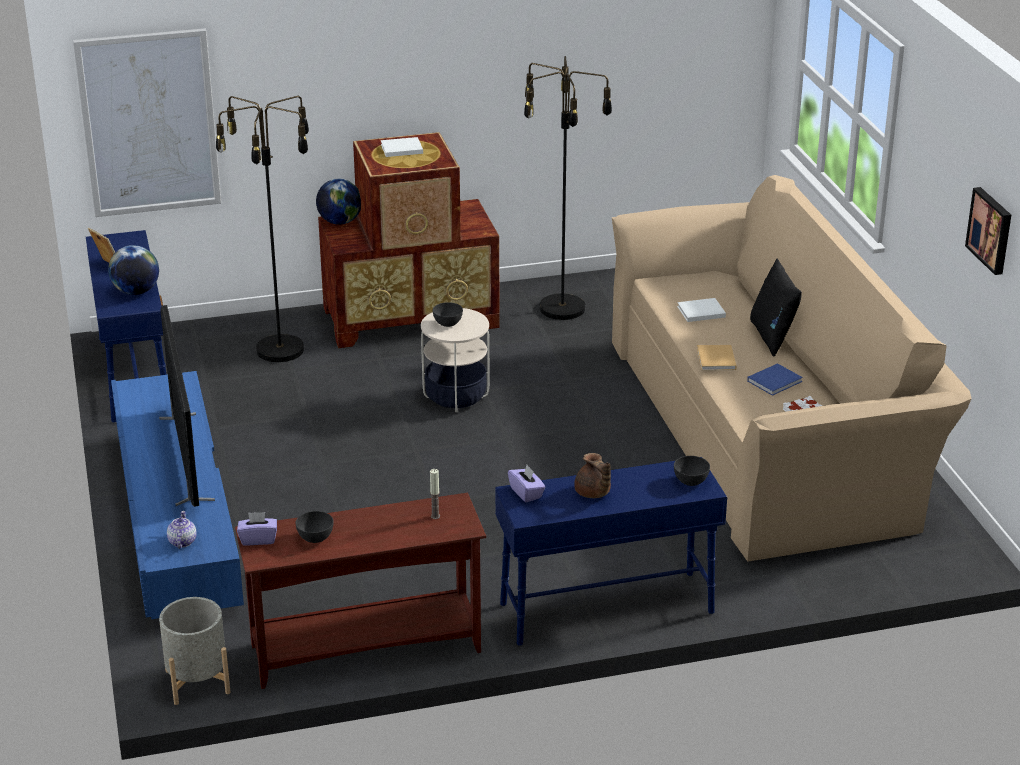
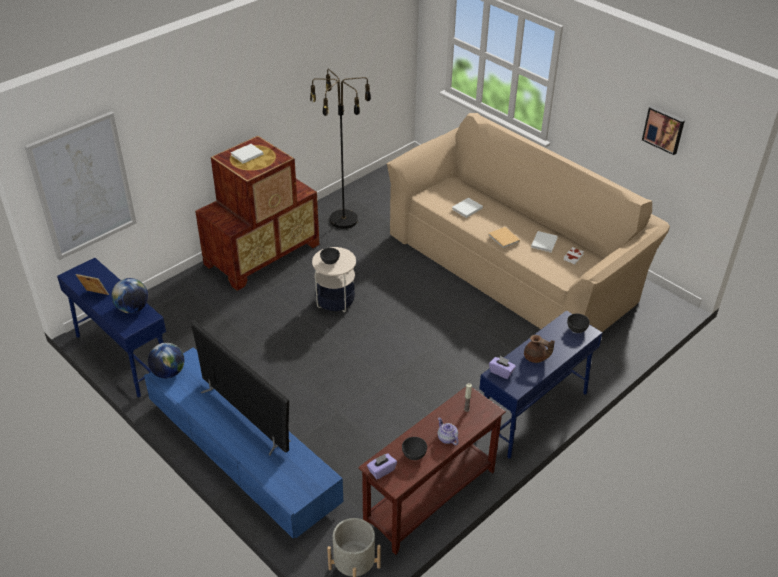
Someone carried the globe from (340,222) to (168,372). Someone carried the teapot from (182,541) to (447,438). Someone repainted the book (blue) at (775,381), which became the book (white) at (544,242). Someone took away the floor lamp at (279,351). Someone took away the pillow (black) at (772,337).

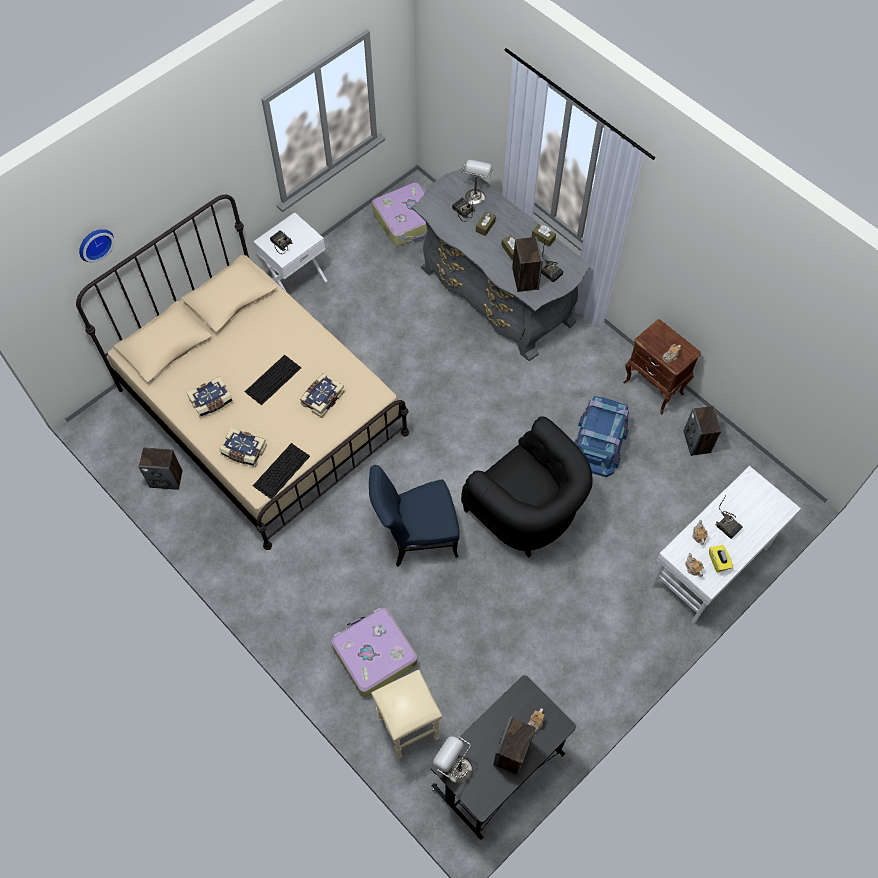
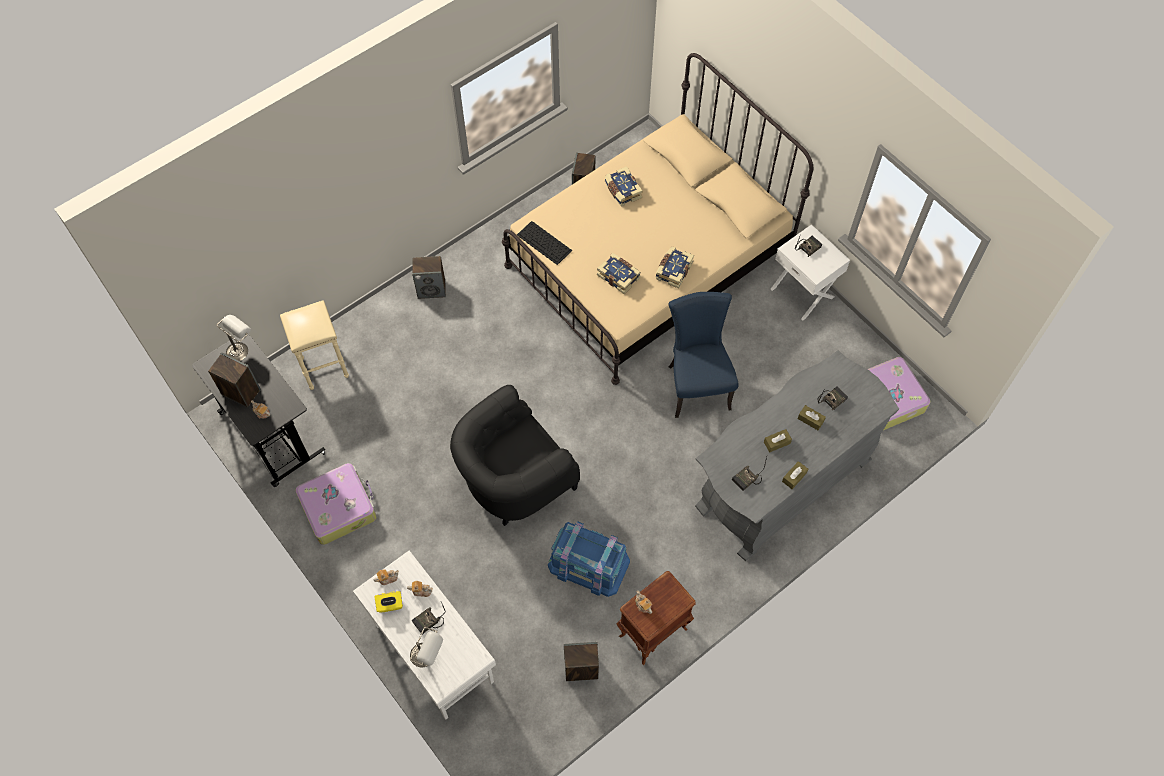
Someone carried the suitcase from (374,655) to (339,507). Someone carried the table lamp (white) from (475,193) to (427,656). Someone carried the speaker from (525,278) to (432,289). Someone carried the book from (244,451) to (673,270). Someone carried the chair (blue) from (416,538) to (696,383). Someone took away the wall clock at (94,243). Someone took away the keyboard at (273,379).

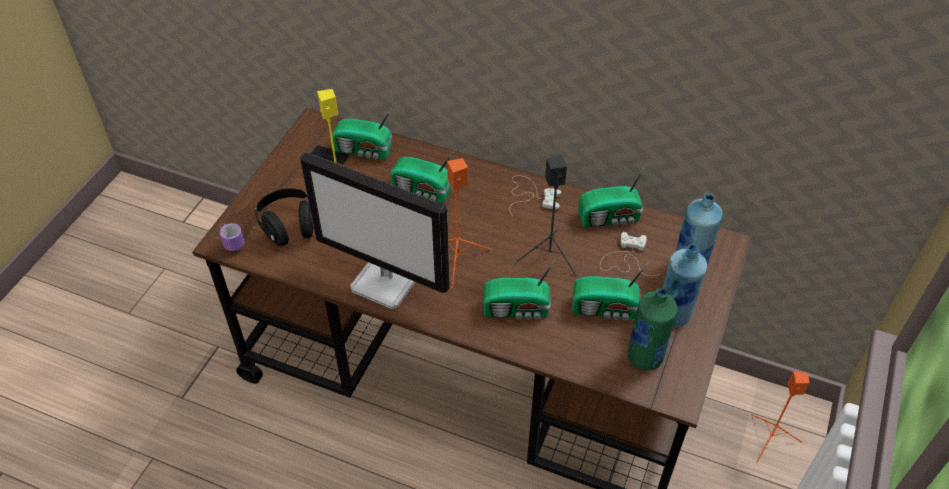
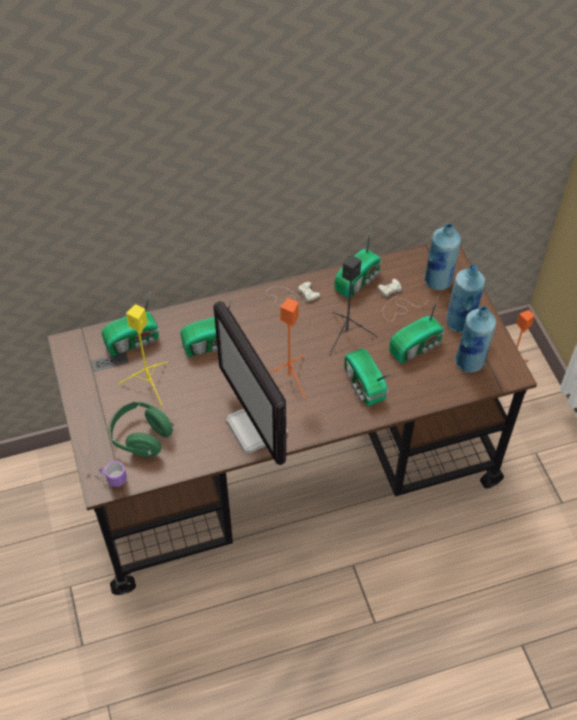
Someone repainted the headphones (black) at (289,226), which became the headphones (green) at (141,437). Someone rotated the monitor at (387,282) by 75 degrees clockwise. Someone rotated the radio at (518,309) by 105 degrees clockwise. Someone repainted the bottle (green) at (645,357), which became the bottle (blue) at (470,362).

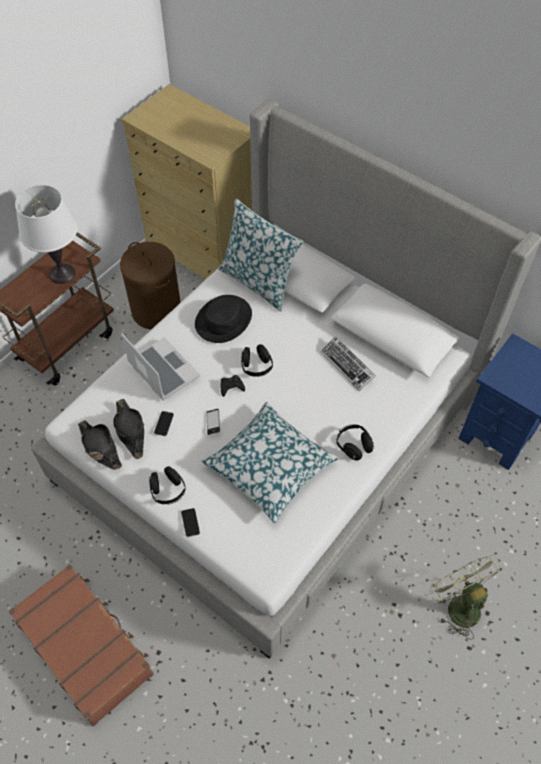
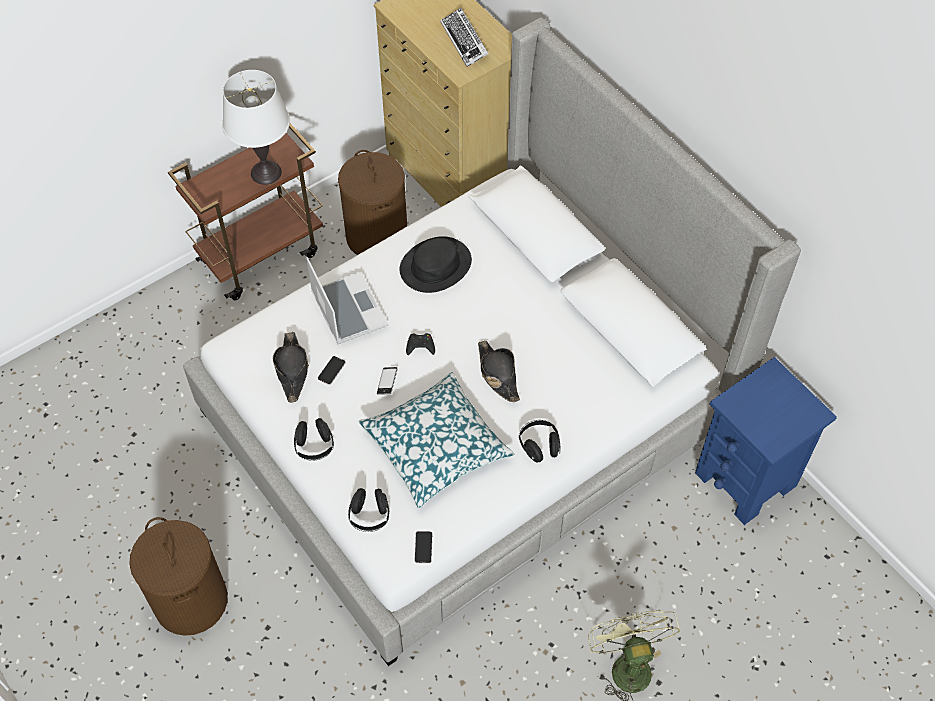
Someone swapped the suitcase (brown) at (85,646) for the laundry basket (brown) at (190,600). Someone carried the headphones (black) from (256,367) to (369,516). Someone carried the phone from (190,522) to (423,547). Someone carried the keyboard from (347,365) to (464,41). Someone carried the hat (black) from (100,447) to (497,374). Someone took away the pillow at (259,281).

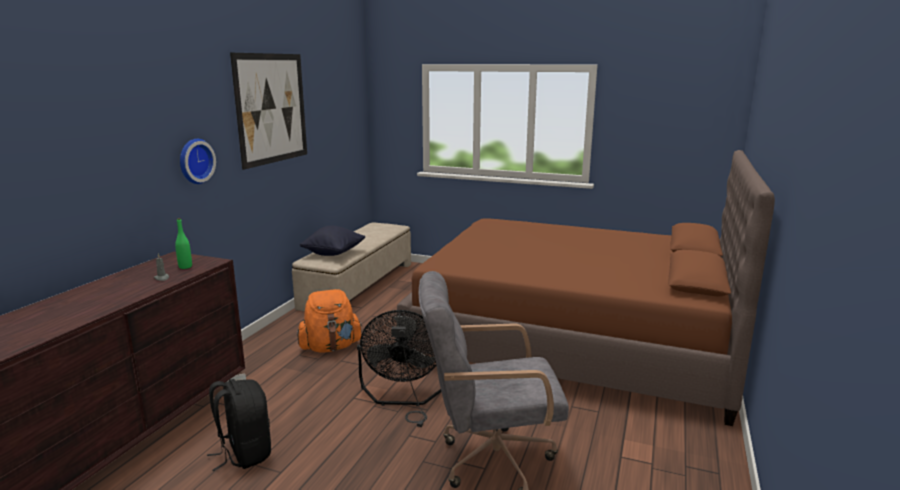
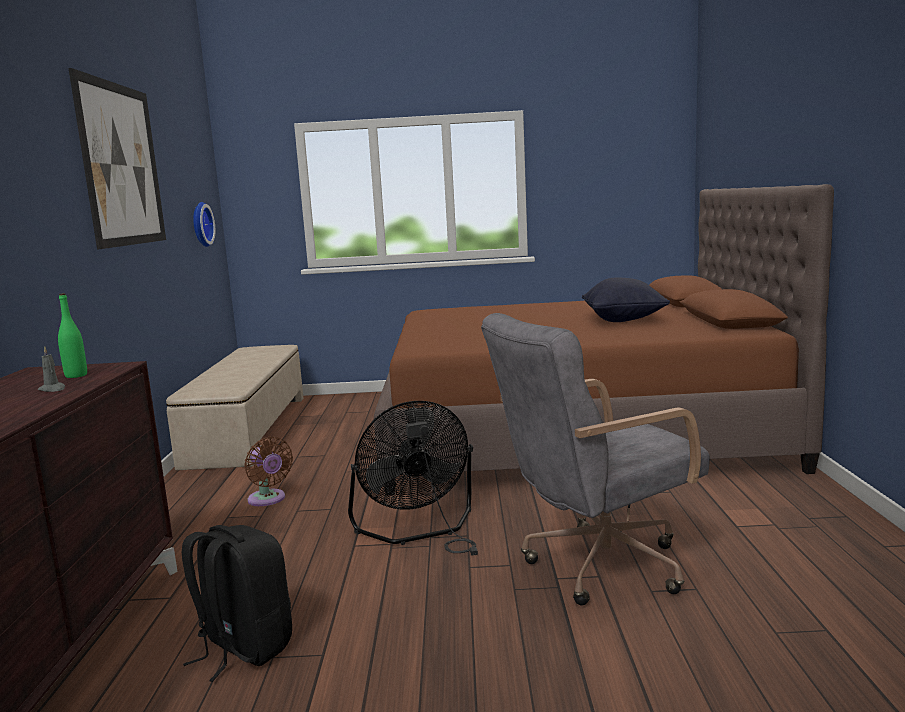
Someone carried the wall clock from (194,161) to (200,224). Someone swapped the backpack (orange) at (330,347) for the fan (brown) at (268,500). Someone carried the pillow (black) from (334,254) to (623,320).

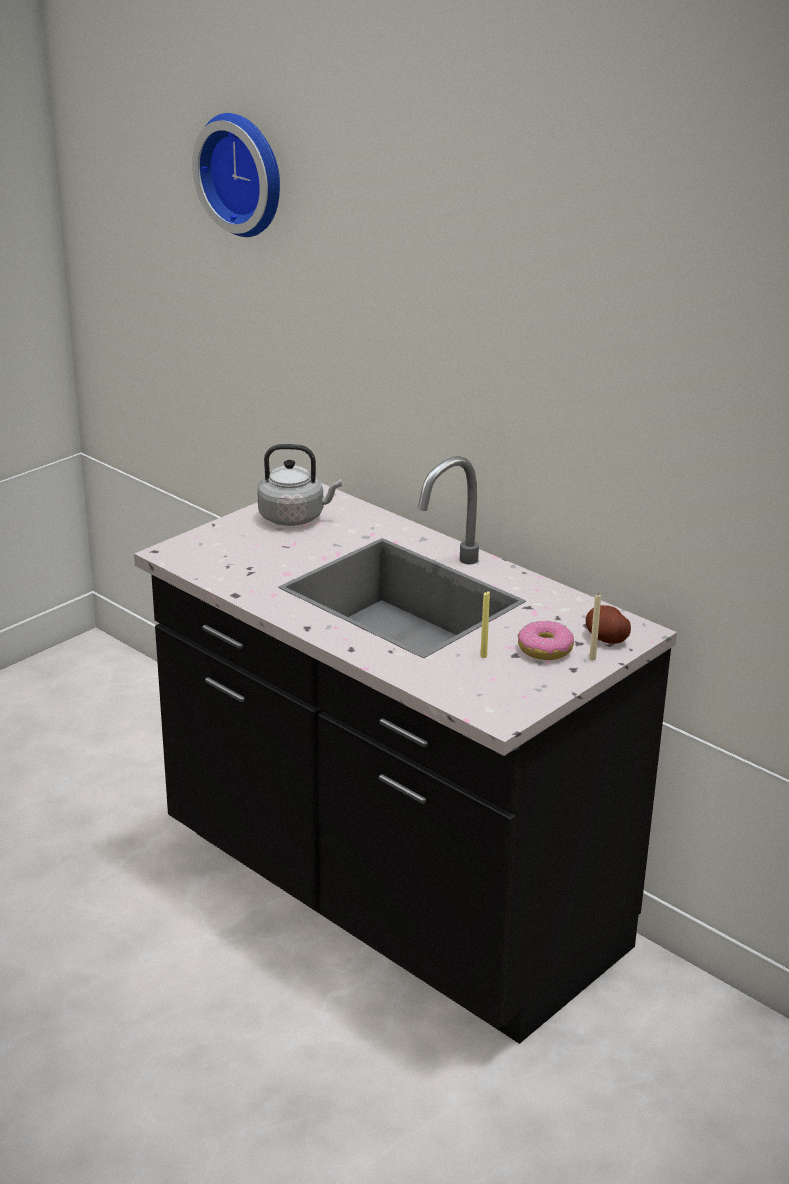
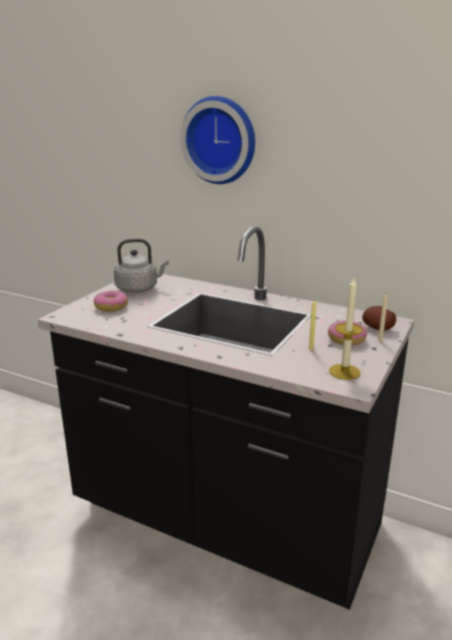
Someone put down the donut at (111,307). Someone carried the wall clock from (245,173) to (220,140). Someone put down the candle at (344,372).

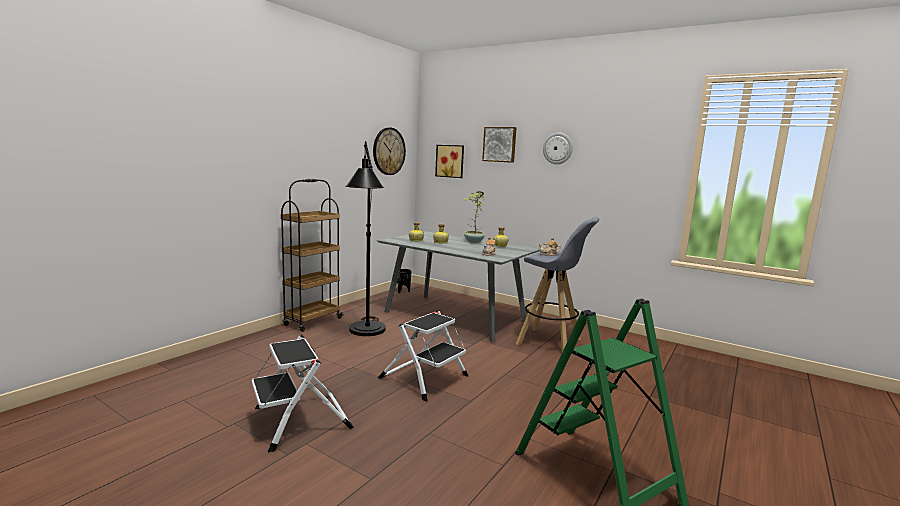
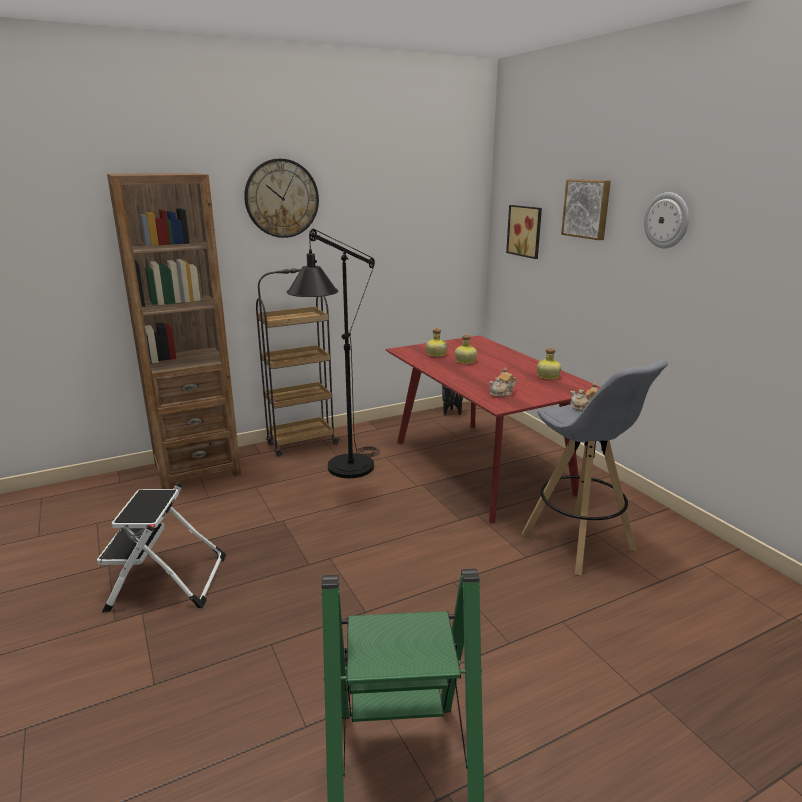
Someone put down the bookcase (brown) at (197,469). Someone carried the wall clock from (388,151) to (281,198). Someone repainted the dining table (grey) at (455,316), which became the dining table (red) at (482,467). Someone took away the step ladder at (424,378). Someone took away the potted plant at (473,241).

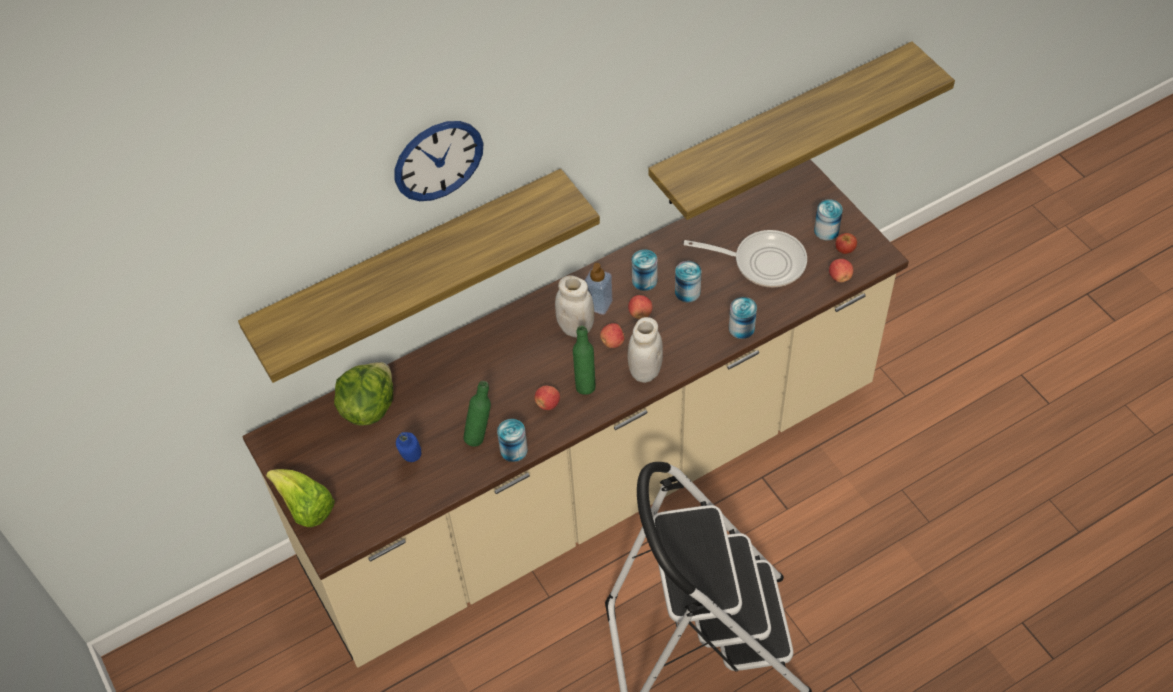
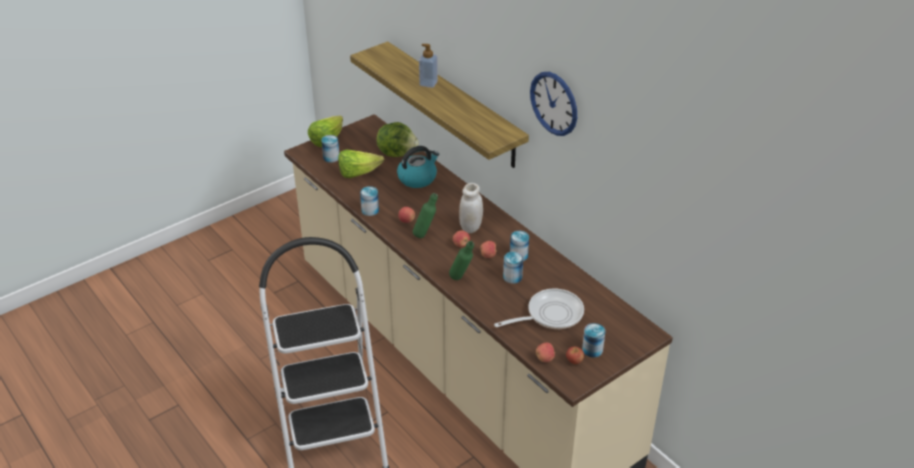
Someone carried the can from (741,328) to (331,157). Someone swapped the bottle (blue) at (413,463) for the lettuce at (358,173). Someone put down the kettle at (417,178). Someone carried the soap dispenser from (598,304) to (428,83). Someone carried the bottle (green) from (480,435) to (461,279). Someone rotated the frying pan at (763,262) by 120 degrees counterclockwise. Someone carried the wall clock from (438,160) to (554,103). Someone took away the jar (white) at (645,371). Someone took away the shelf at (781,125).

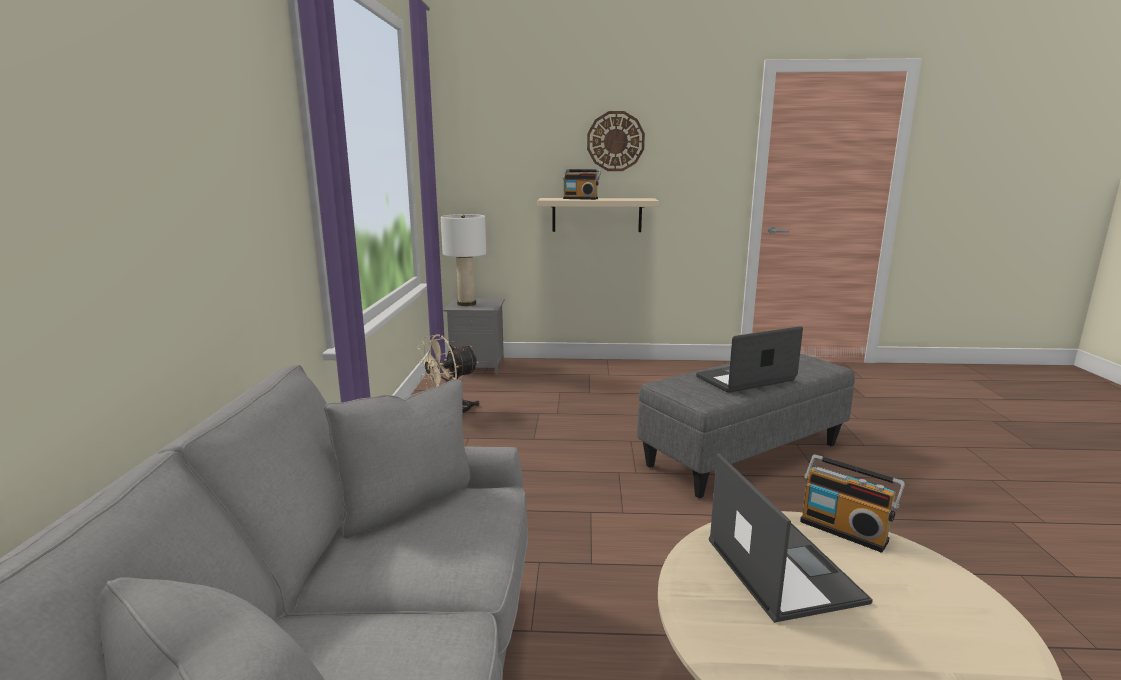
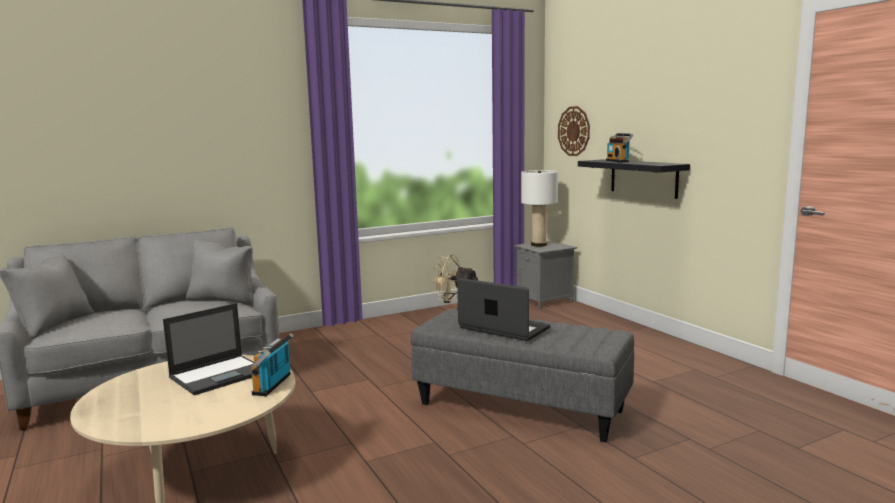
Someone carried the wall clock from (615,141) to (574,131). Someone repainted the shelf (beige) at (596,215), which became the shelf (black) at (643,178).

